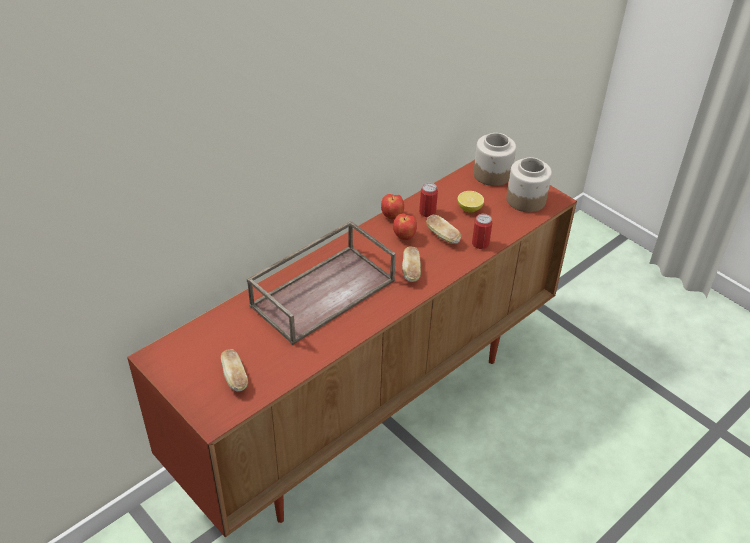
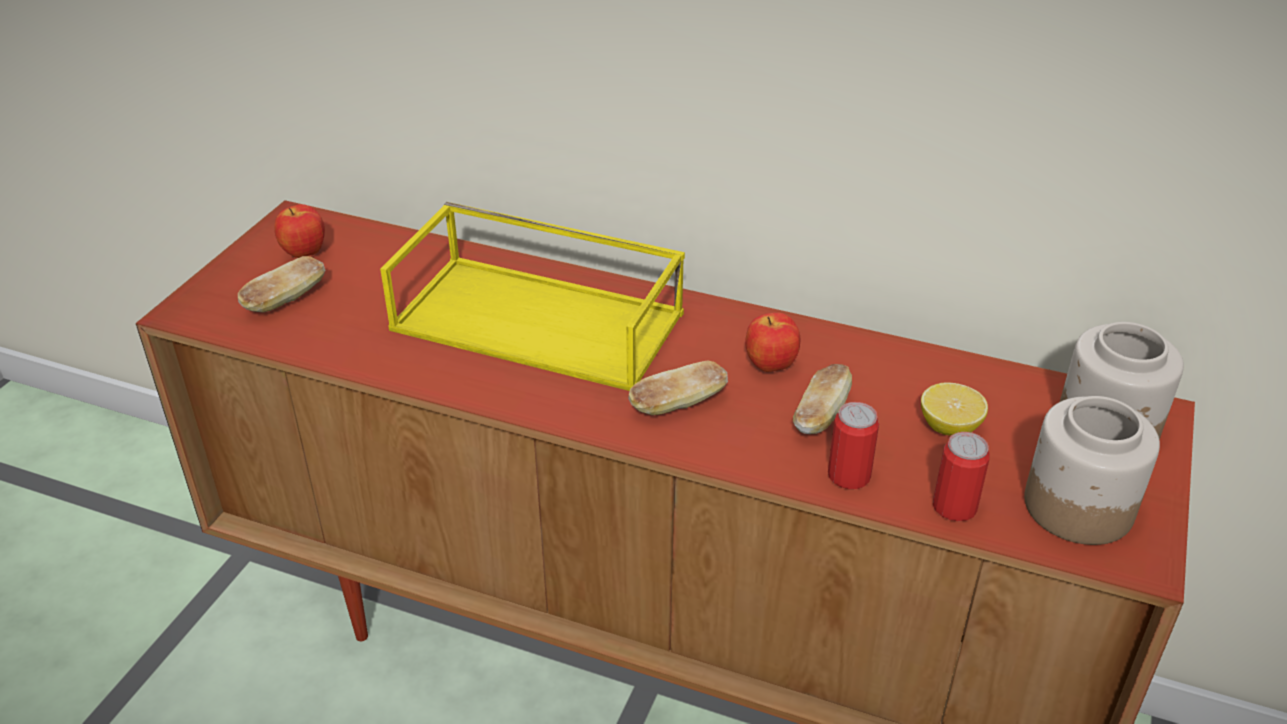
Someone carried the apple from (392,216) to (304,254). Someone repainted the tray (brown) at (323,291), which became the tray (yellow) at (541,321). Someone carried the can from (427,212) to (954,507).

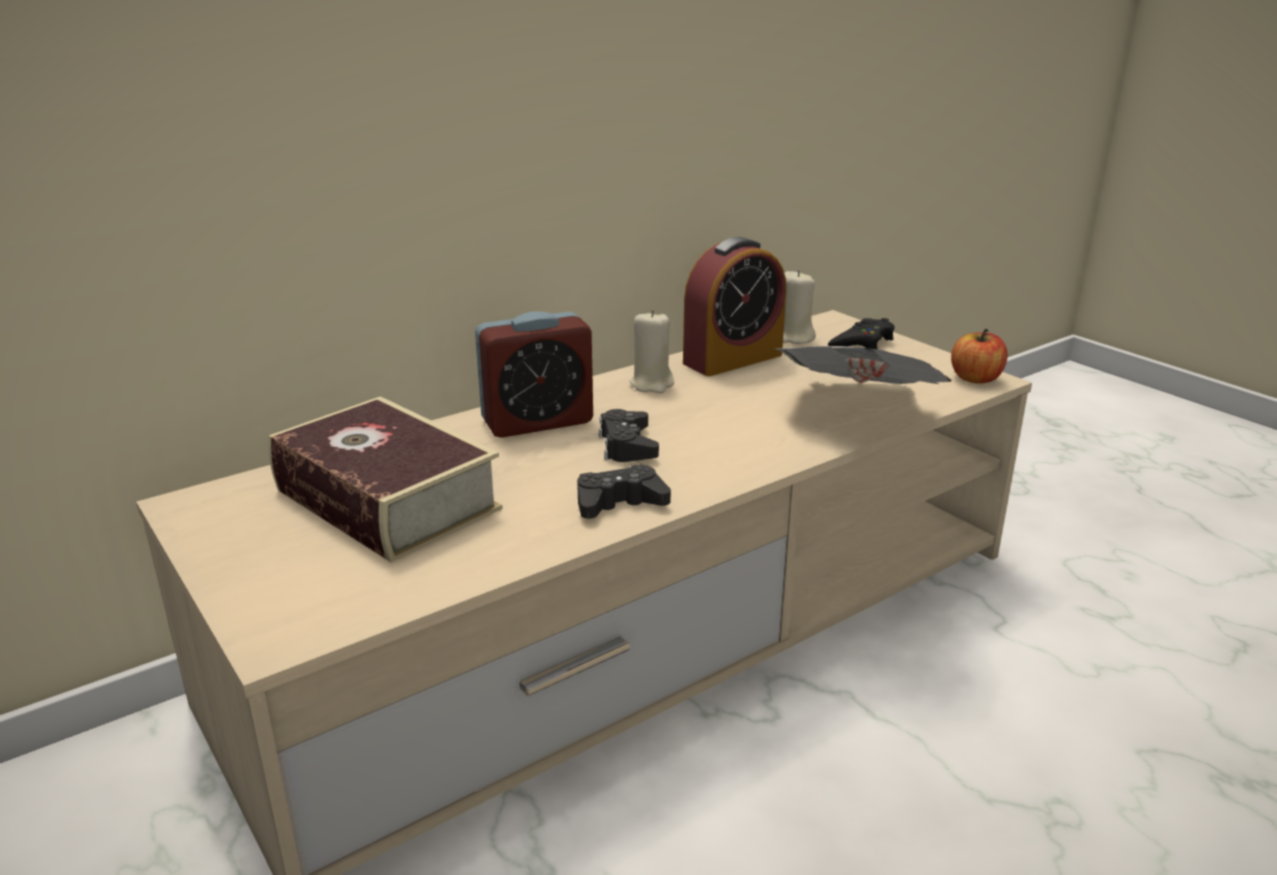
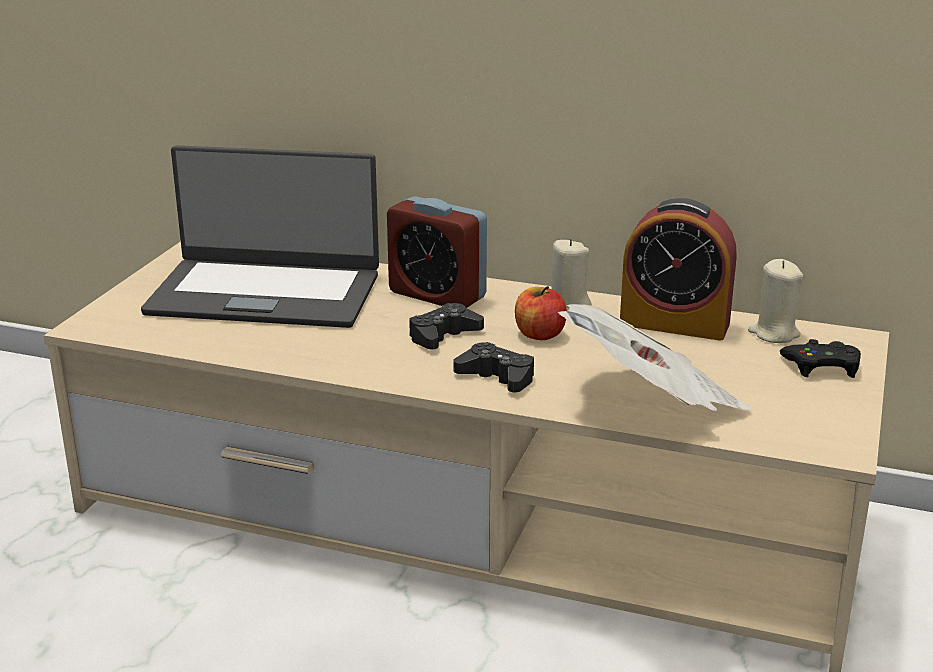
Someone swapped the book at (387,500) for the laptop at (265,293). Someone carried the game controller (black) from (619,503) to (497,377). Someone carried the apple from (975,379) to (539,334).

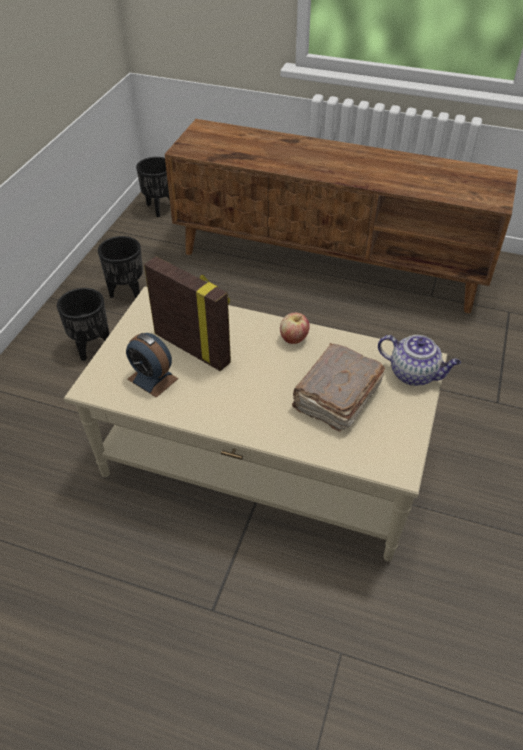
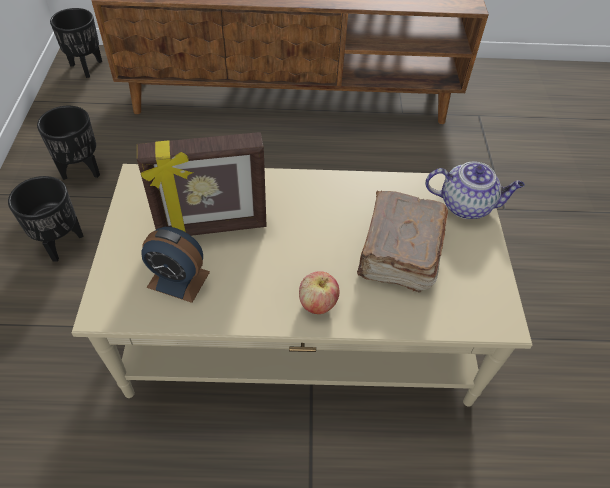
Someone rotated the picture frame at (193,348) by 150 degrees clockwise. Someone carried the apple from (293,339) to (317,304).

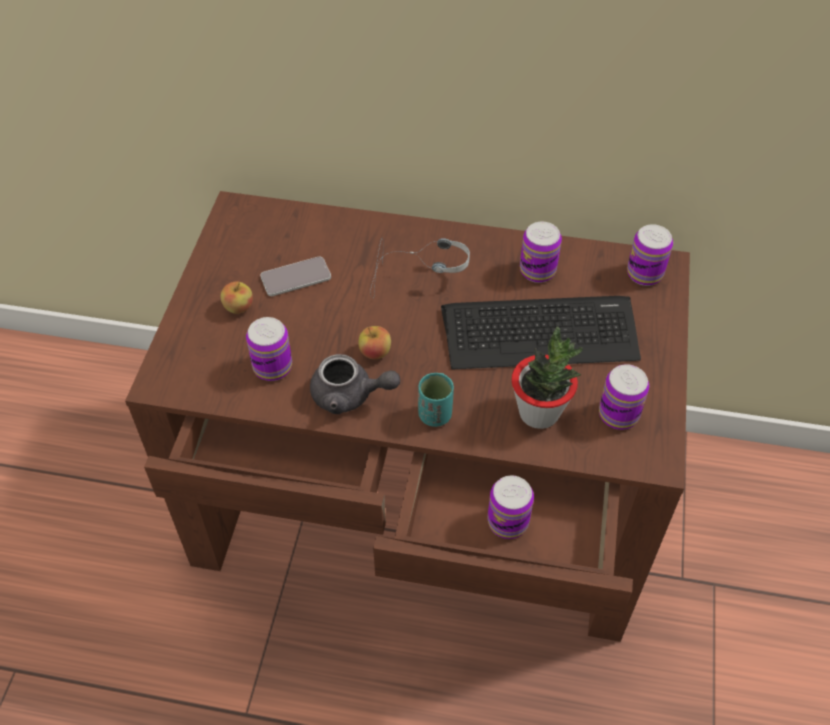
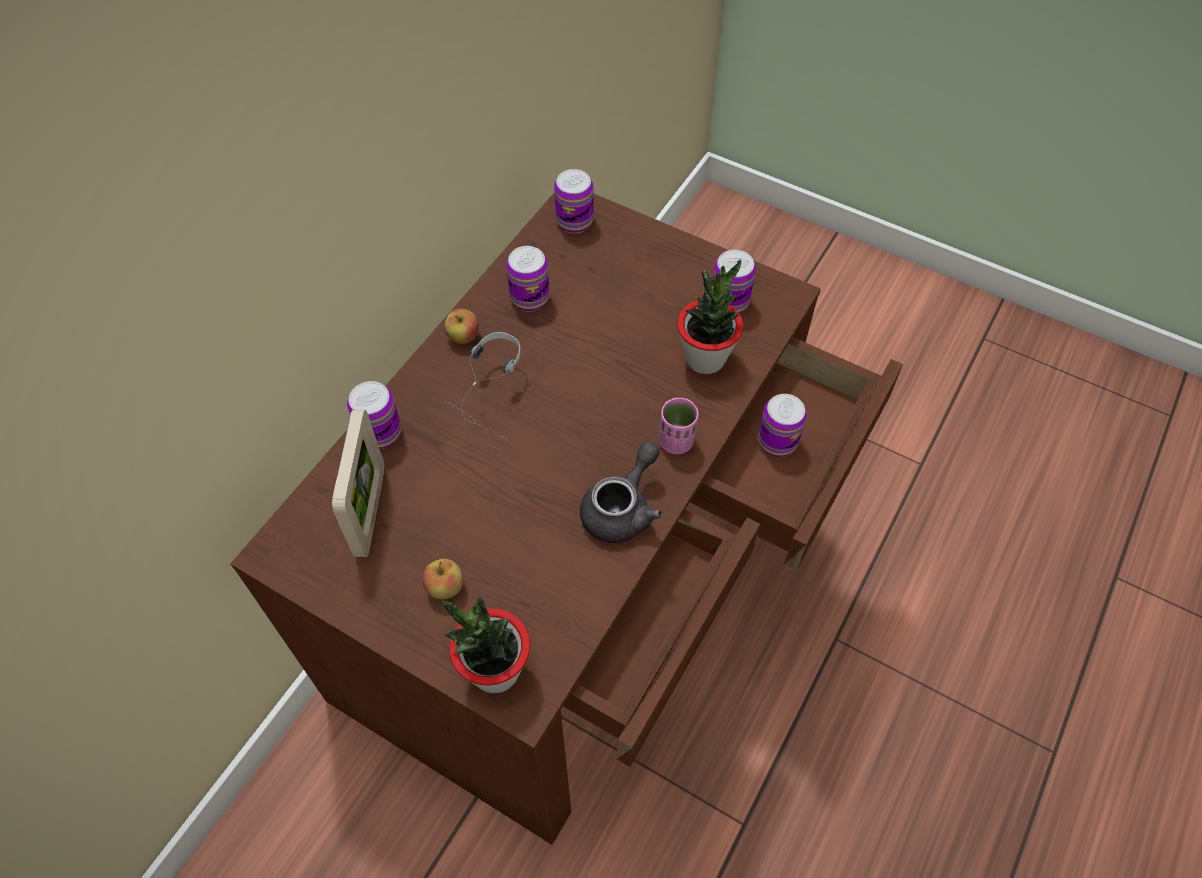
Someone put down the picture frame at (370,512). Someone carried the can from (272,367) to (380,433). Someone put down the potted plant at (495,670). Someone carried the apple from (375,353) to (463,337). Someone repainted the cup (turquoise) at (435,415), which became the cup (pink) at (676,441). Someone took away the phone at (296,277). Someone took away the keyboard at (540,333).

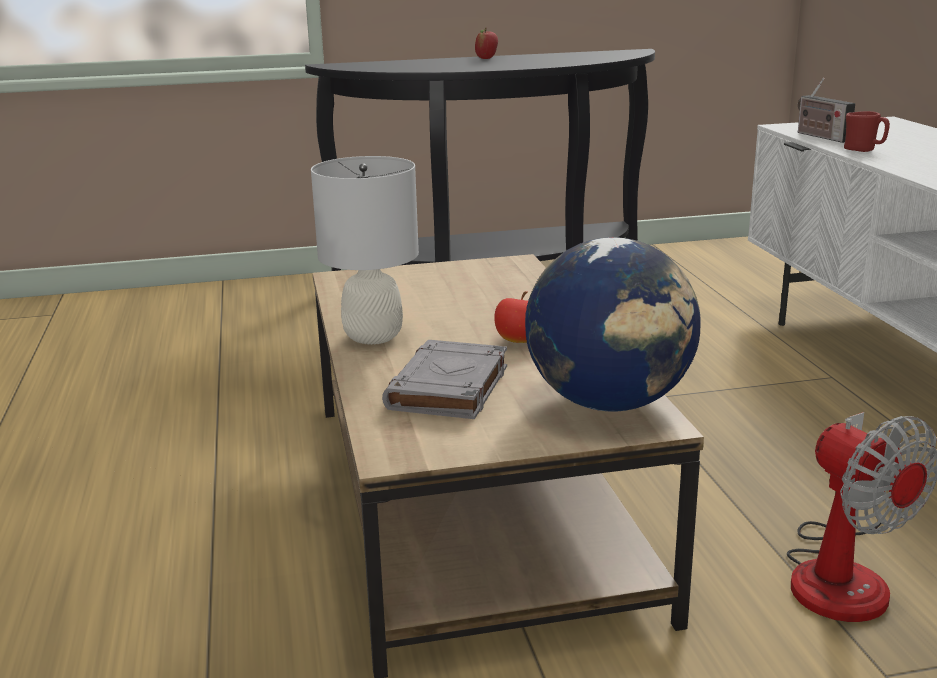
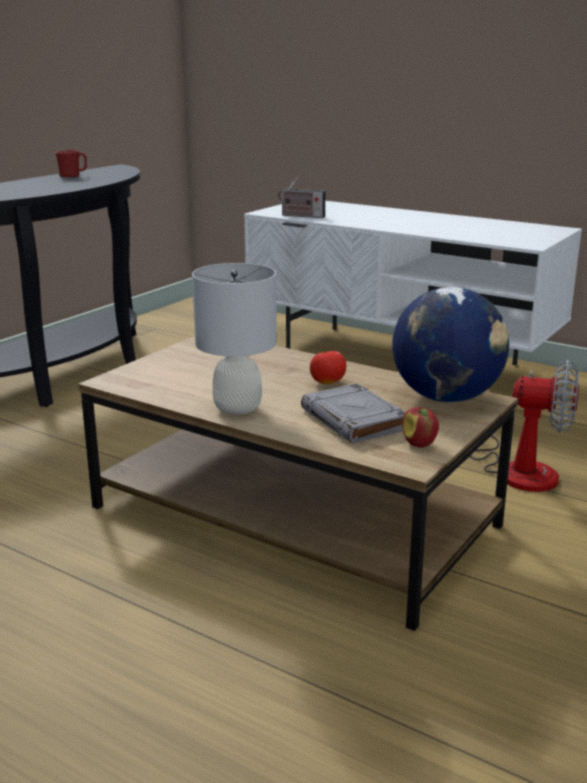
Someone carried the mug (red) from (863,150) to (73,176). Someone carried the apple from (486,58) to (419,444).

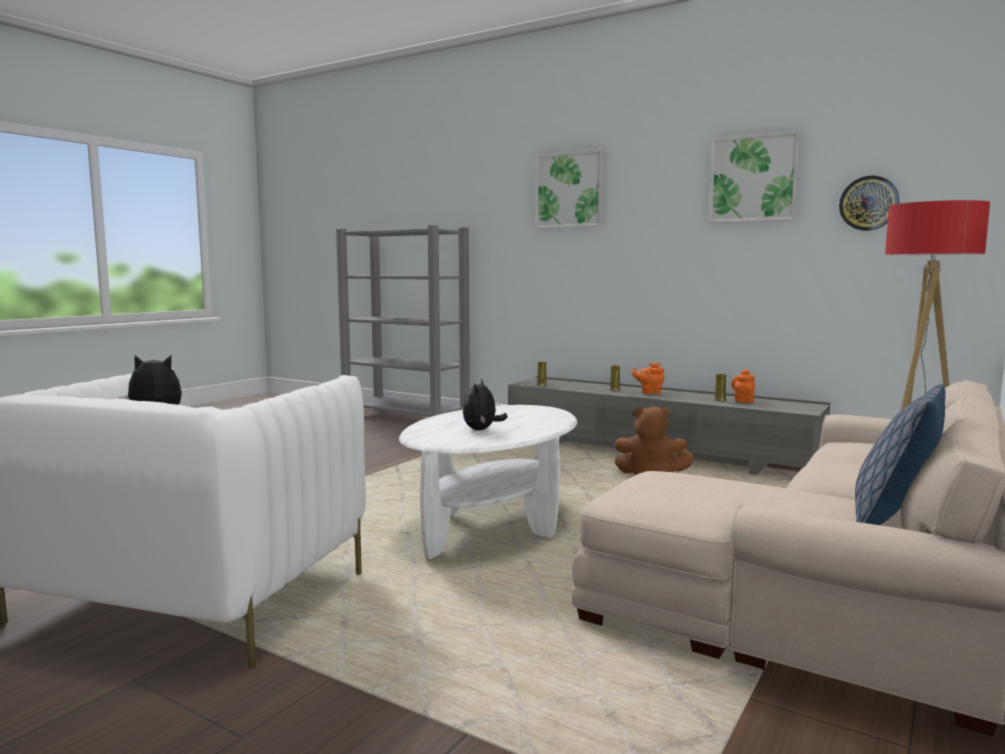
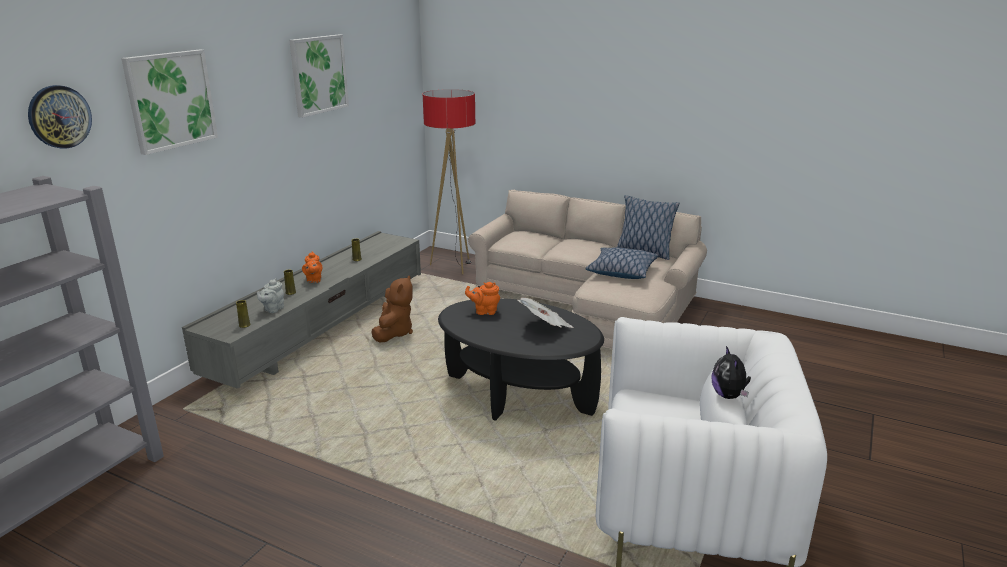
Someone carried the wall clock from (868,203) to (59,117). Someone put down the teapot (grey) at (273,309). Someone repainted the coffee table (white) at (493,525), which became the coffee table (black) at (518,395). Someone carried the teapot (orange) from (743,401) to (484,311). Someone swapped the plush toy at (481,430) for the newspaper at (545,326). Someone put down the pillow at (621,271).

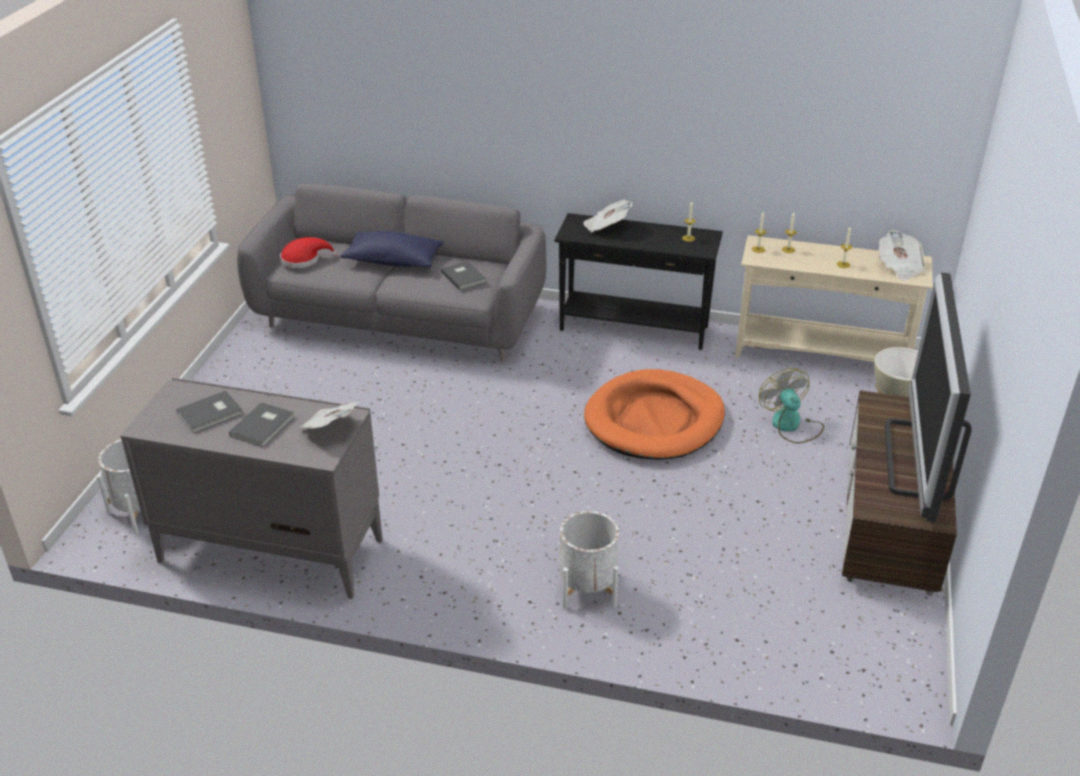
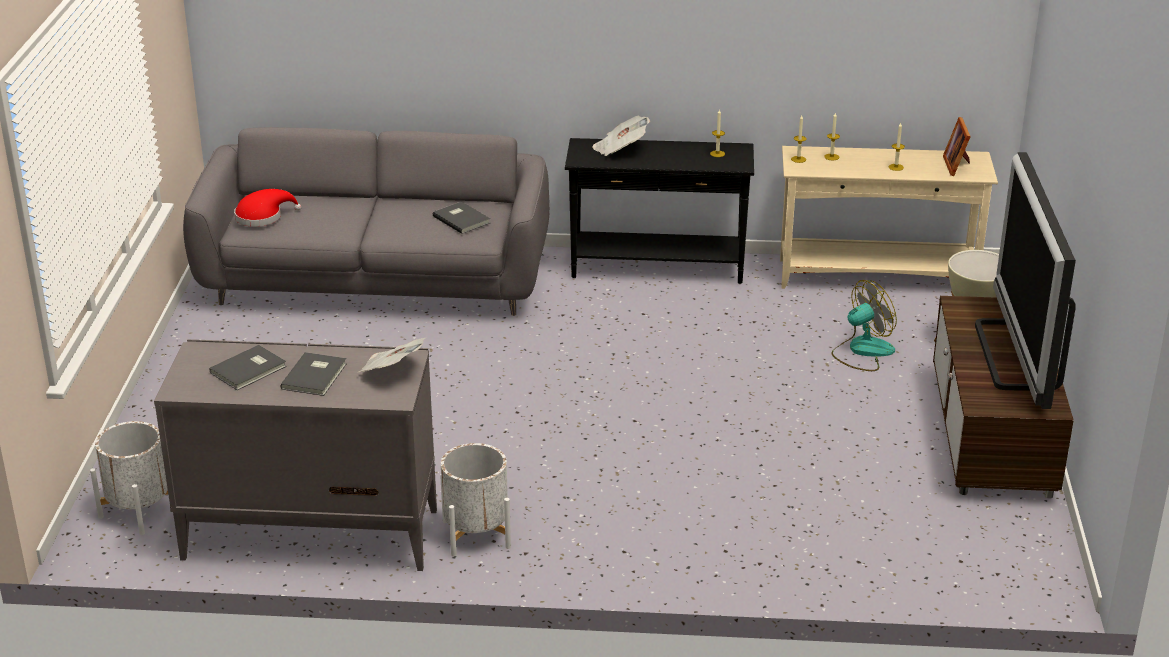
Someone carried the planter (white) from (587,588) to (476,534). Someone rotated the fan at (791,425) by 90 degrees clockwise. Someone swapped the newspaper at (899,267) for the picture frame at (957,165). Someone took away the pillow (blue) at (393,261). Someone took away the dog bed (orange) at (654,420).

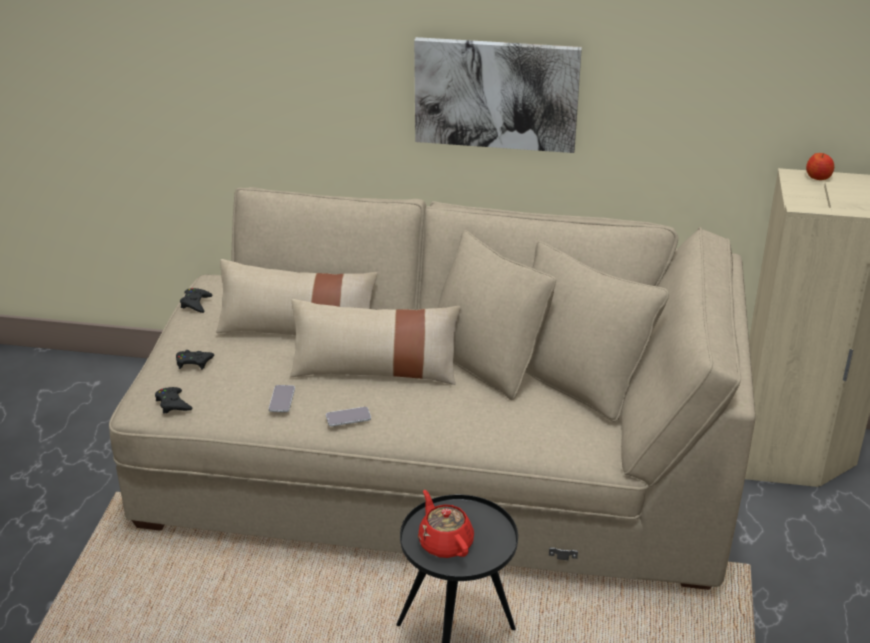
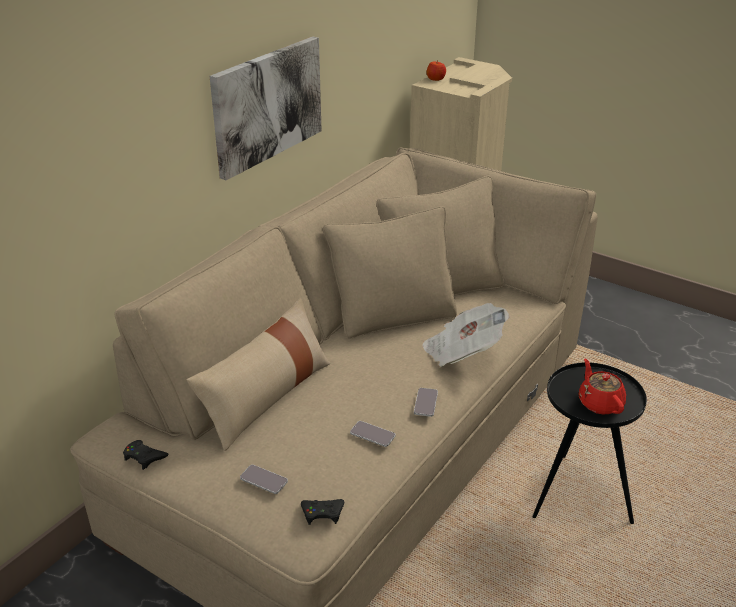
Someone swapped the game controller (black) at (193,362) for the phone at (263,480). Someone put down the newspaper at (462,351). Someone rotated the teapot (red) at (445,543) by 75 degrees clockwise. Someone took away the pillow (beige) at (375,370).

